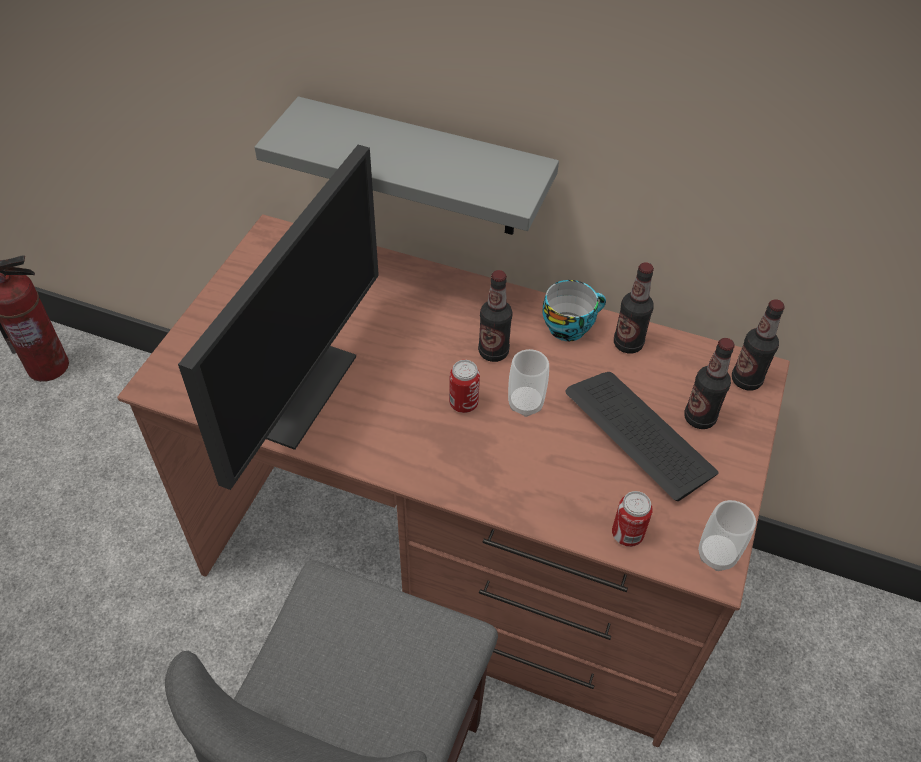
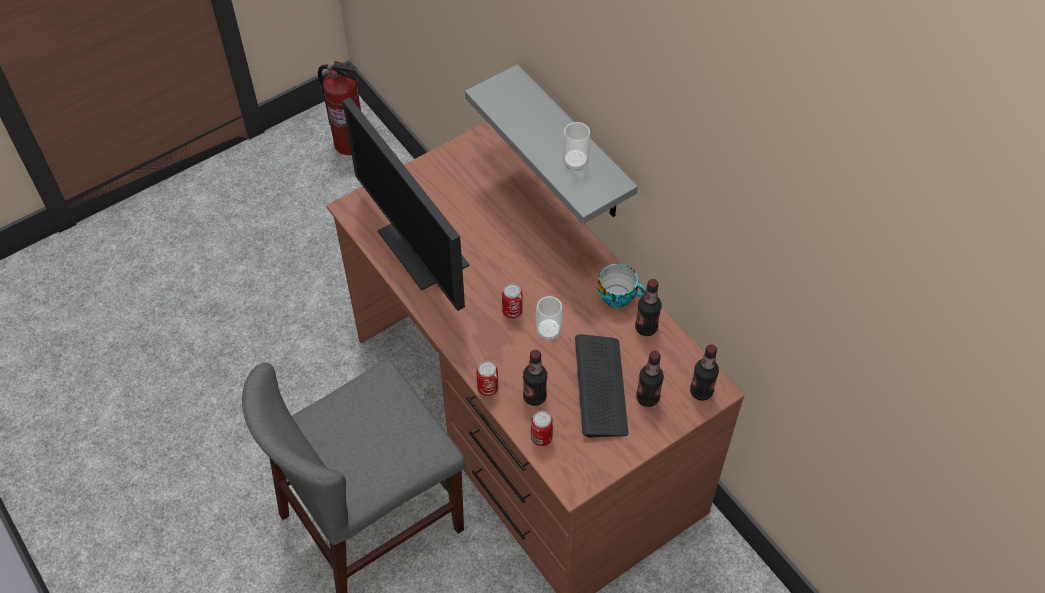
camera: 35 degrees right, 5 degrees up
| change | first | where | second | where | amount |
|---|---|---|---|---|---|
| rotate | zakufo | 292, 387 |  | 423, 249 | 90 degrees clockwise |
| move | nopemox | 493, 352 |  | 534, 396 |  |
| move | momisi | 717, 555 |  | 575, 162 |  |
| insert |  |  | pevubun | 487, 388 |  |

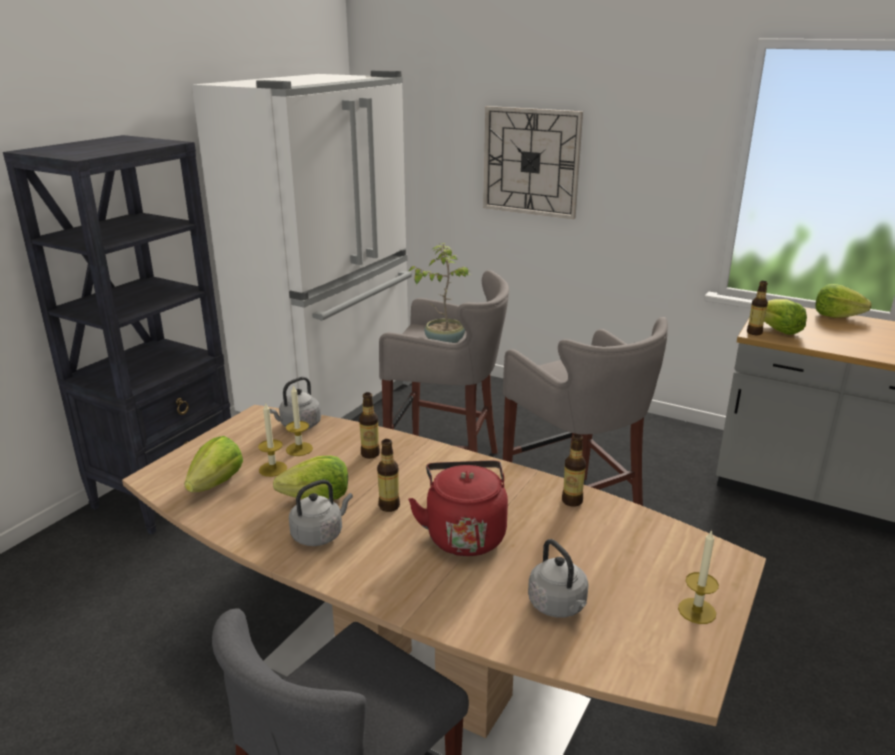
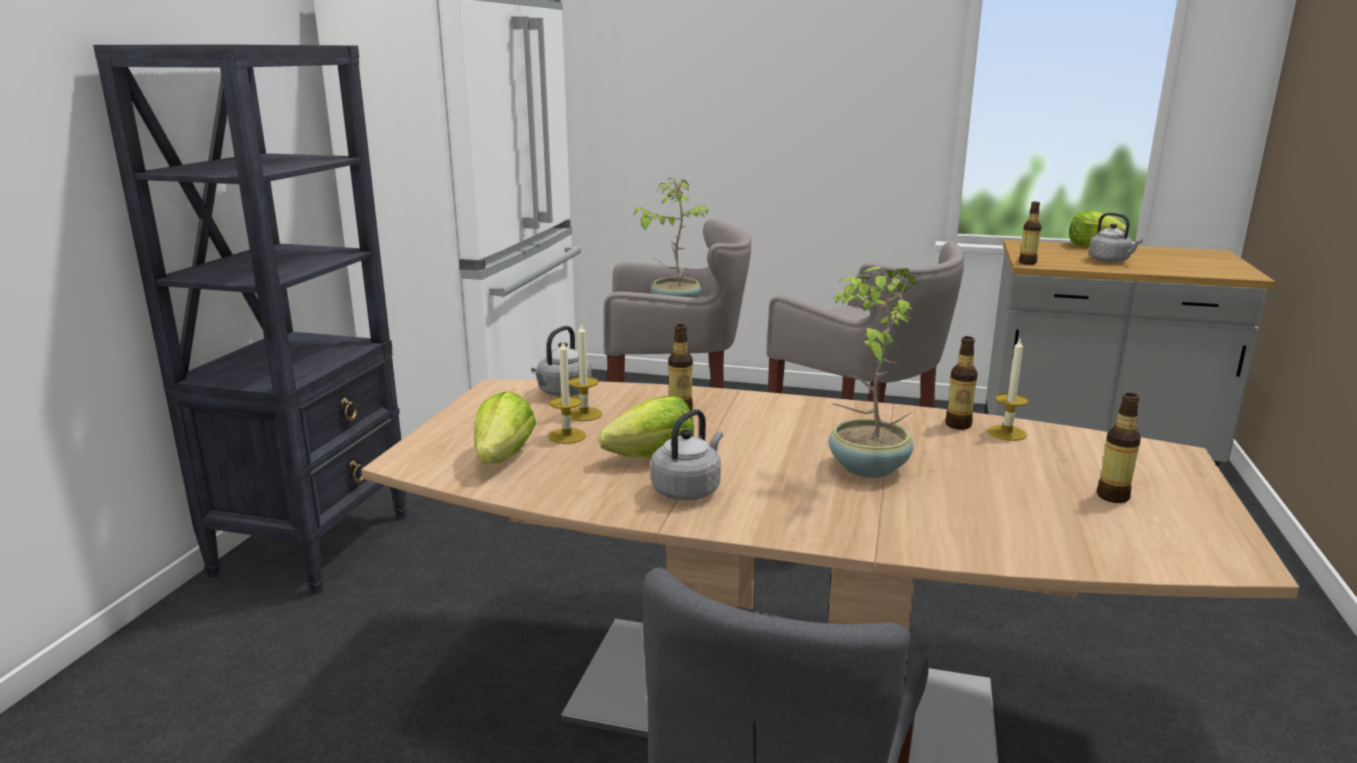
camera: 15 degrees left, 5 degrees down
| change | first | where | second | where | amount |
|---|---|---|---|---|---|
| move | nopemox | 389, 506 |  | 1112, 496 |  |
| replace | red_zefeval | 464, 534 | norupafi | 866, 468 |  |
| delete | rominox | 531, 162 |  |  |  |
| move | grey_zefeval | 559, 606 |  | 1110, 261 |  |
| move | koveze | 697, 611 |  | 1007, 433 |  |
| delete | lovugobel | 778, 330 |  |  |  |

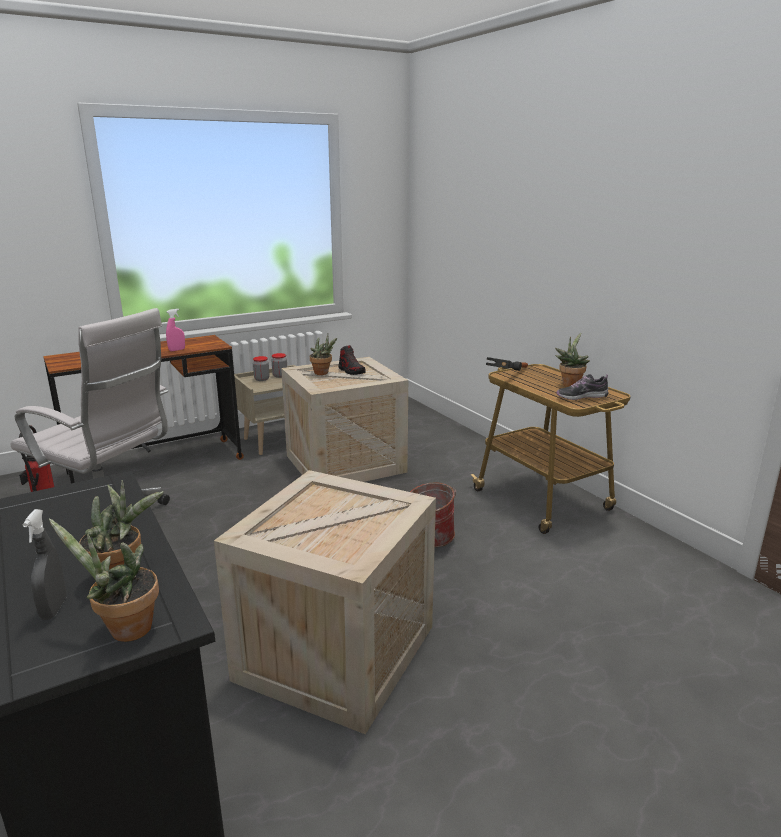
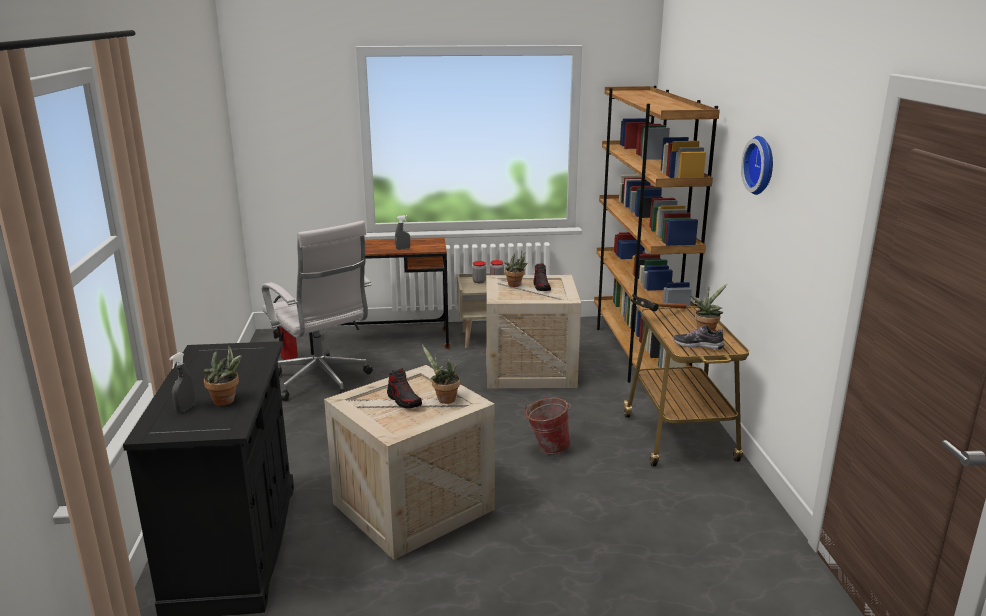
camera: 25 degrees right, 0 degrees up
| change | first | where | second | where | amount |
|---|---|---|---|---|---|
| move | norupafi | 124, 630 |  | 443, 399 |  |
| recolor | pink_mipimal | 177, 350 | grey_mipimal | 403, 249 |  |
| insert |  |  | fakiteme | 404, 400 |  |
| insert |  |  | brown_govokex | 637, 353 |  |
| insert |  |  | rominox | 762, 165 |  |

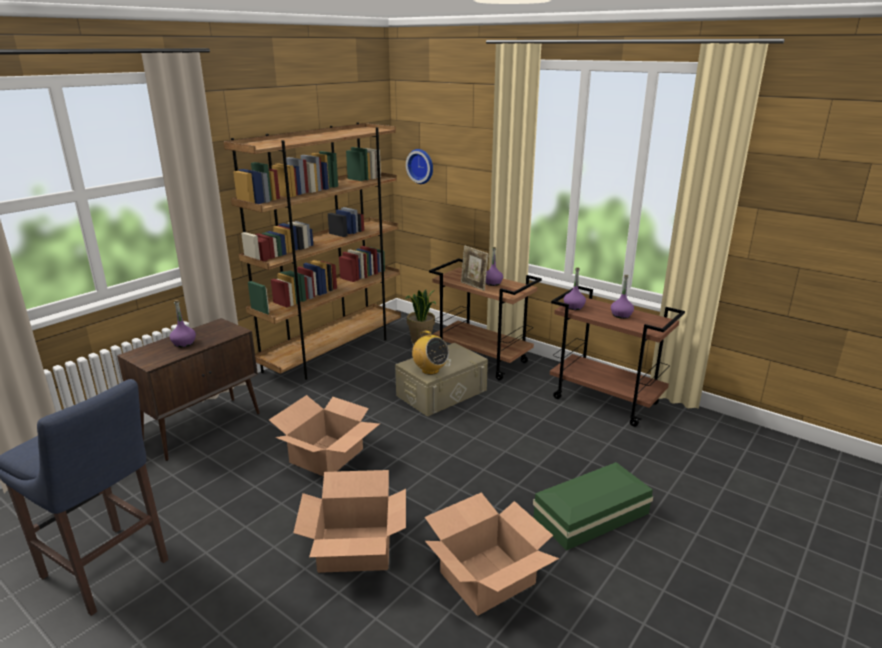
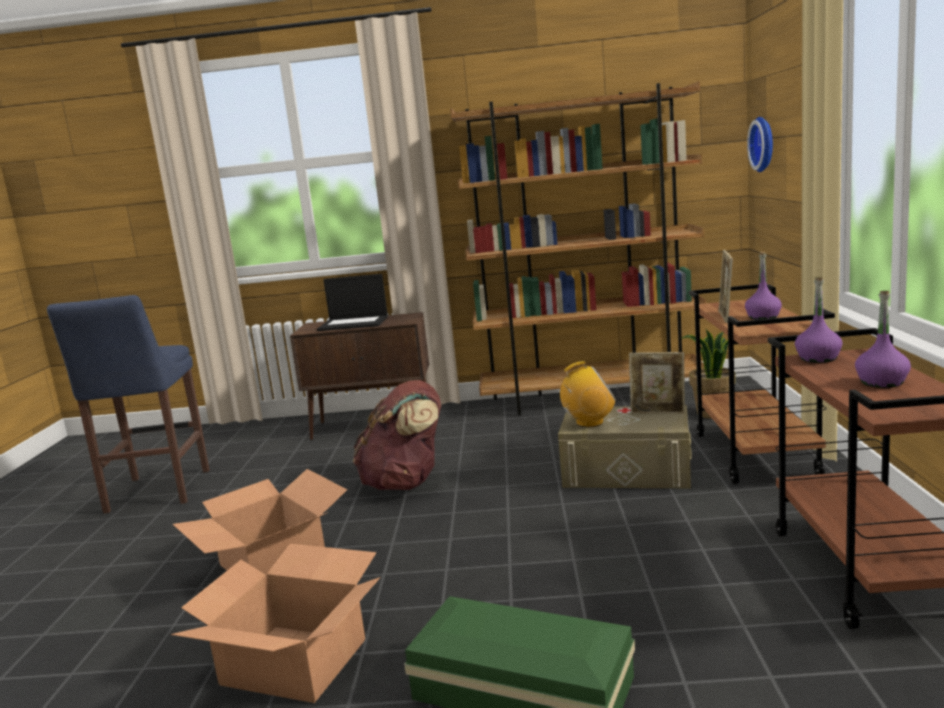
camera: 55 degrees right, 10 degrees down
| change | first | where | second | where | amount |
|---|---|---|---|---|---|
| replace | purple_nopemox | 184, 343 | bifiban | 354, 323 |  |
| replace | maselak | 327, 456 | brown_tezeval | 406, 483 |  |
| rotate | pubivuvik | 430, 370 |  | 589, 423 | 105 degrees counterclockwise |
| insert |  |  | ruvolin | 658, 413 |  |

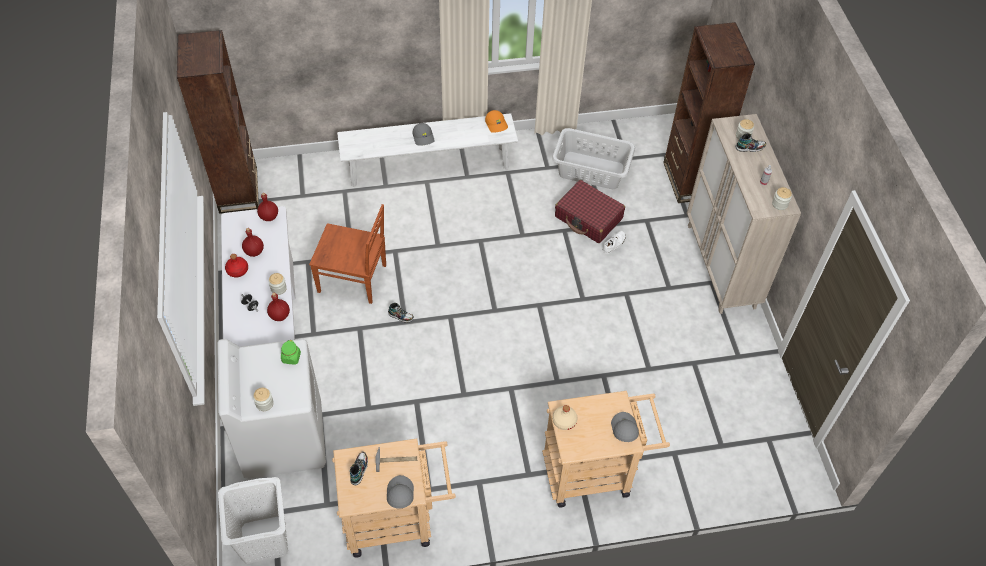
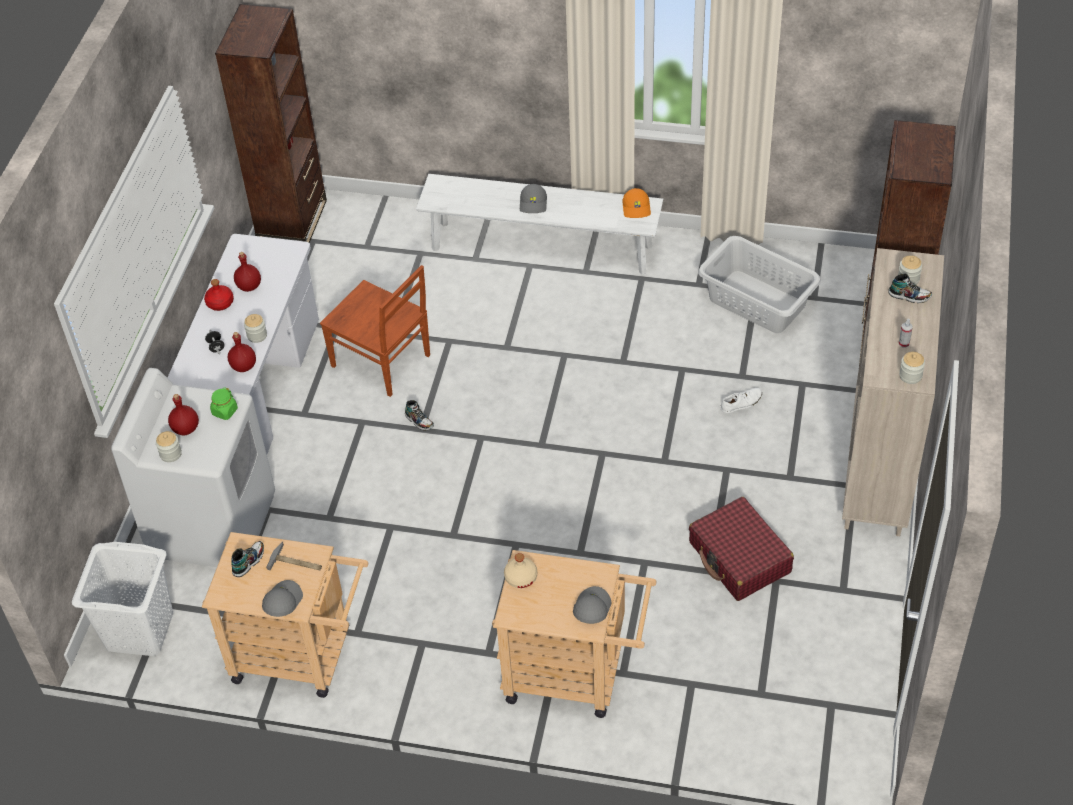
camera: 25 degrees right, 5 degrees down
| change | first | where | second | where | amount |
|---|---|---|---|---|---|
| move | red_nopemox | 269, 217 |  | 185, 429 |  |
| move | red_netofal | 588, 218 |  | 739, 558 |  |

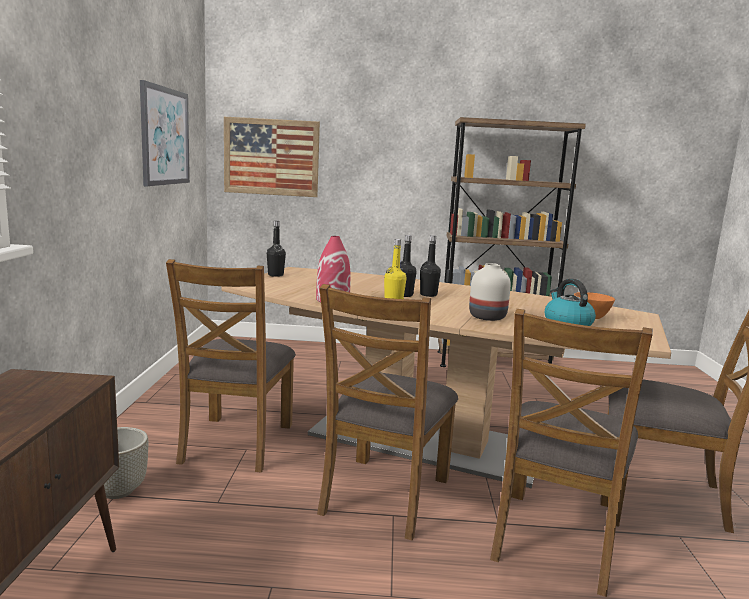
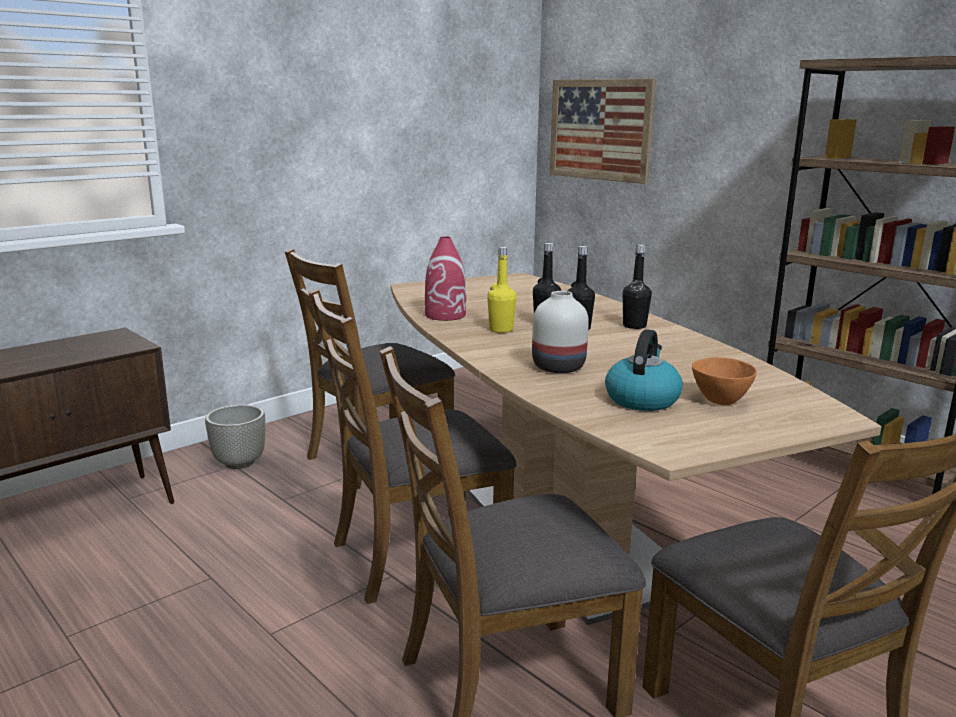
camera: 45 degrees right, 5 degrees up
| change | first | where | second | where | amount |
|---|---|---|---|---|---|
| delete | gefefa | 165, 136 |  |  |  |
| move | black_nopemox | 275, 275 |  | 634, 326 |  |

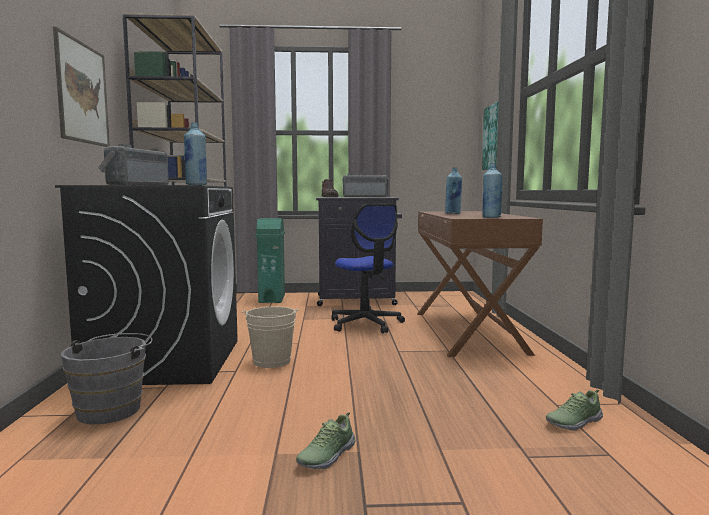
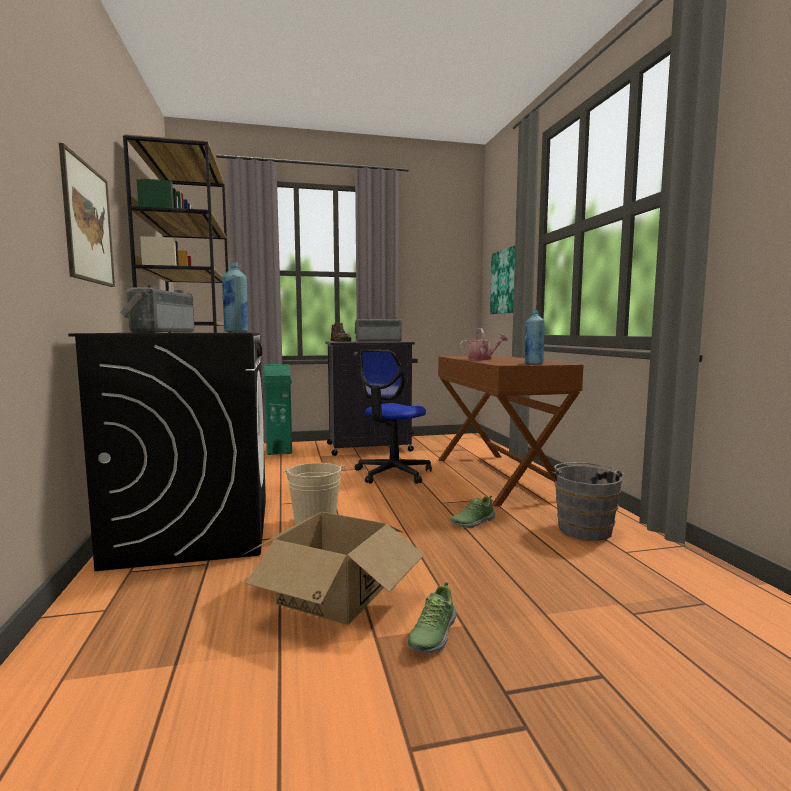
camera: 10 degrees left, 0 degrees up
| change | first | where | second | where | amount |
|---|---|---|---|---|---|
| move | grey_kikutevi | 113, 409 |  | 584, 528 |  |
| rotate | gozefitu | 366, 324 |  | 393, 474 | 75 degrees clockwise |
| replace | blue_nopemox | 453, 214 | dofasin | 483, 359 |  |
| move | fakiteme | 573, 422 |  | 472, 522 |  |
| insert |  |  | maselak | 333, 594 |  |

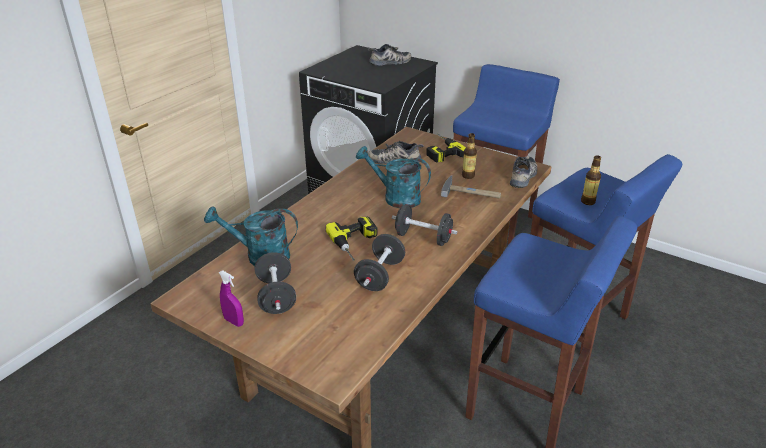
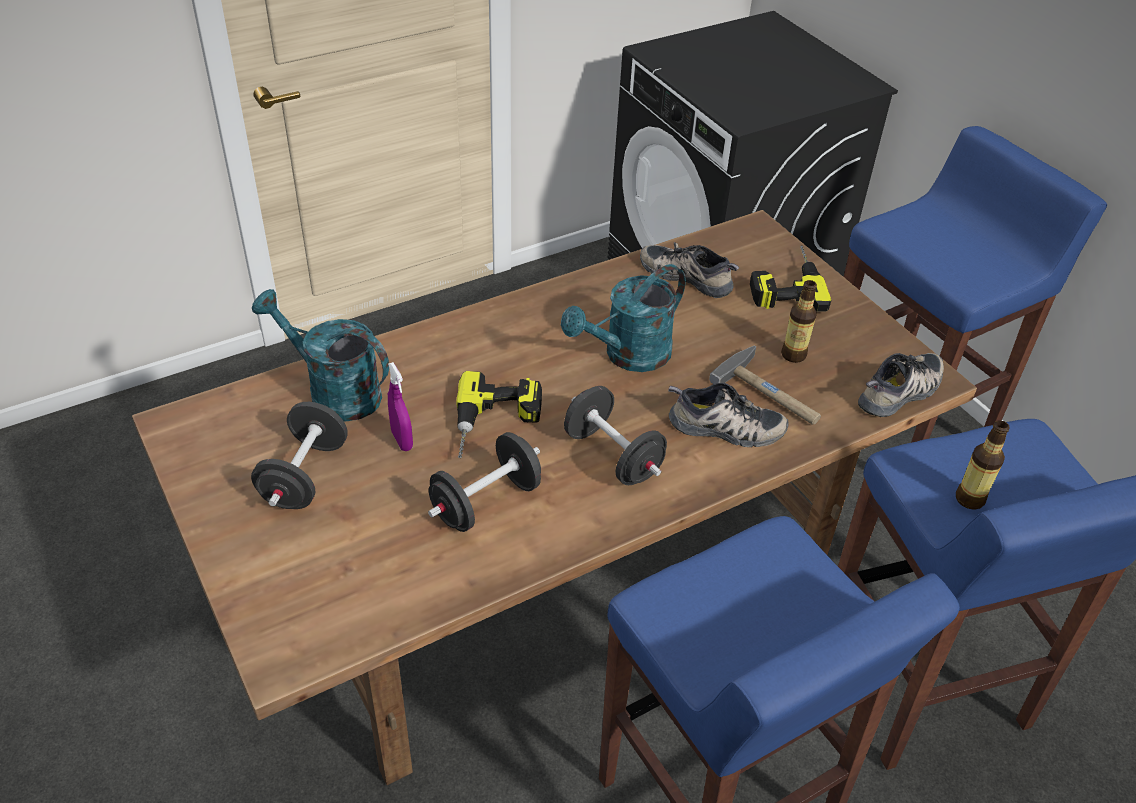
camera: 25 degrees right, 10 degrees up
| change | first | where | second | where | amount |
|---|---|---|---|---|---|
| move | purple_mipimal | 234, 321 |  | 402, 440 |  |
| rotate | turquoise_dofasin | 395, 197 |  | 628, 356 | 90 degrees counterclockwise |
| move | fakiteme | 390, 62 |  | 725, 429 |  |

